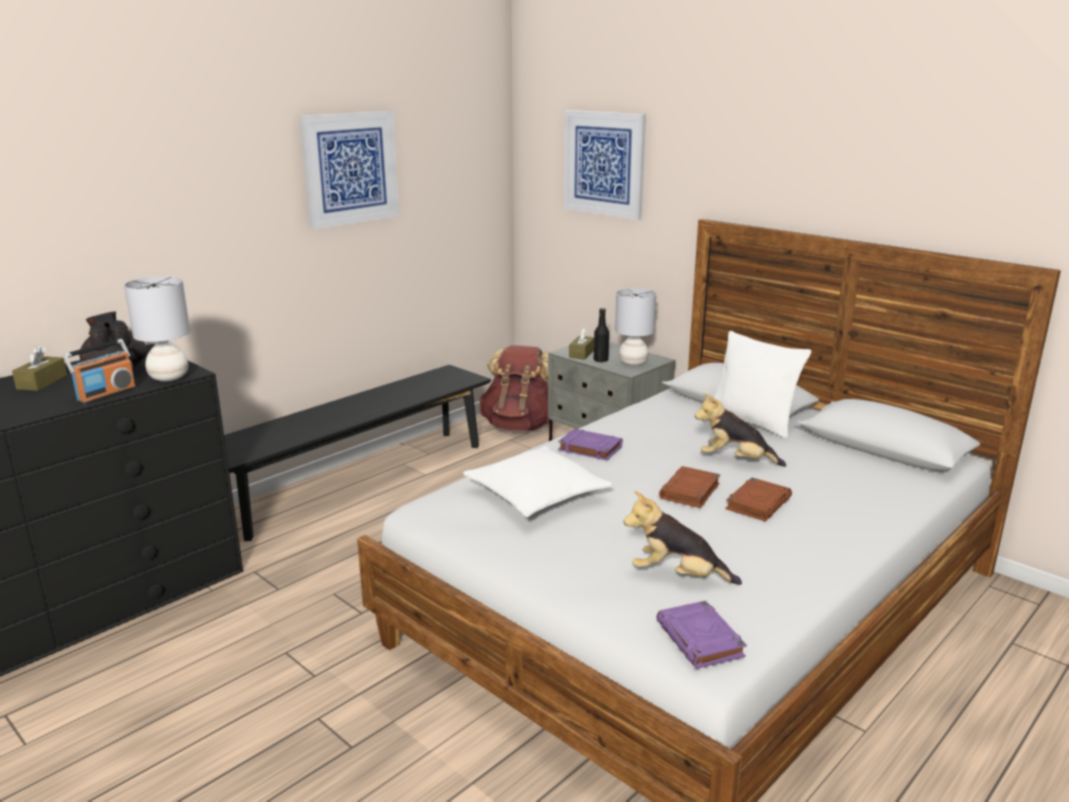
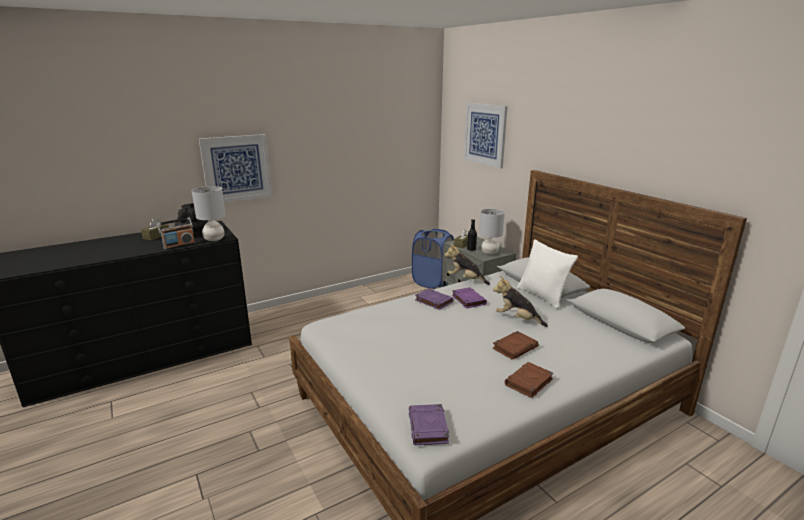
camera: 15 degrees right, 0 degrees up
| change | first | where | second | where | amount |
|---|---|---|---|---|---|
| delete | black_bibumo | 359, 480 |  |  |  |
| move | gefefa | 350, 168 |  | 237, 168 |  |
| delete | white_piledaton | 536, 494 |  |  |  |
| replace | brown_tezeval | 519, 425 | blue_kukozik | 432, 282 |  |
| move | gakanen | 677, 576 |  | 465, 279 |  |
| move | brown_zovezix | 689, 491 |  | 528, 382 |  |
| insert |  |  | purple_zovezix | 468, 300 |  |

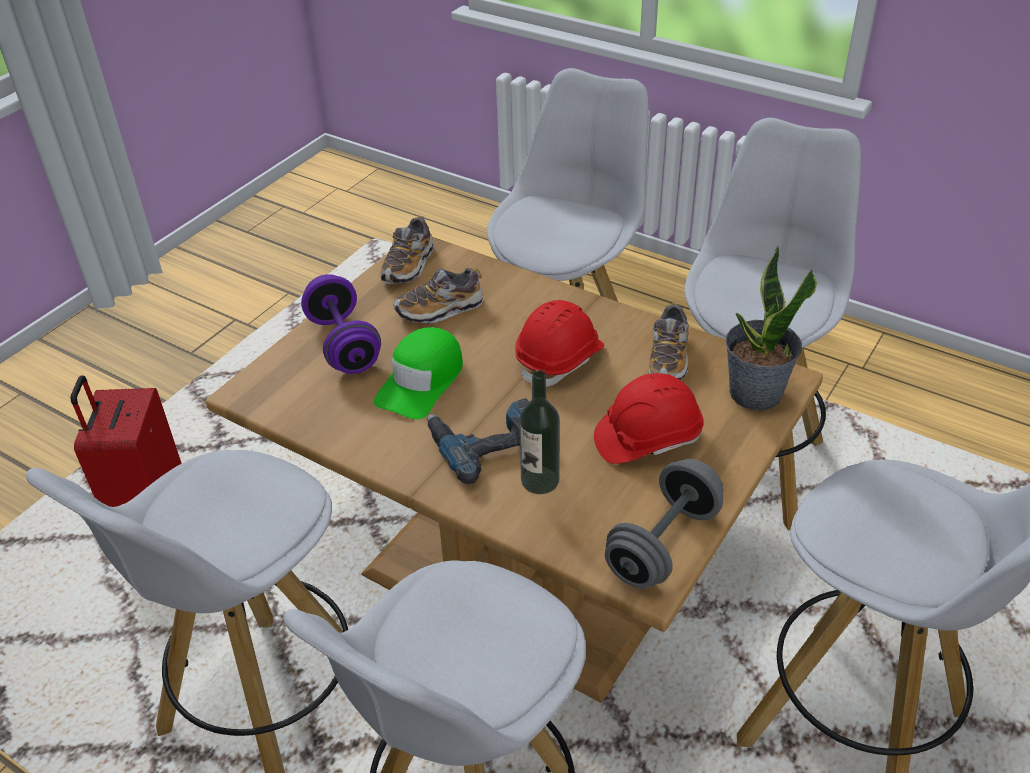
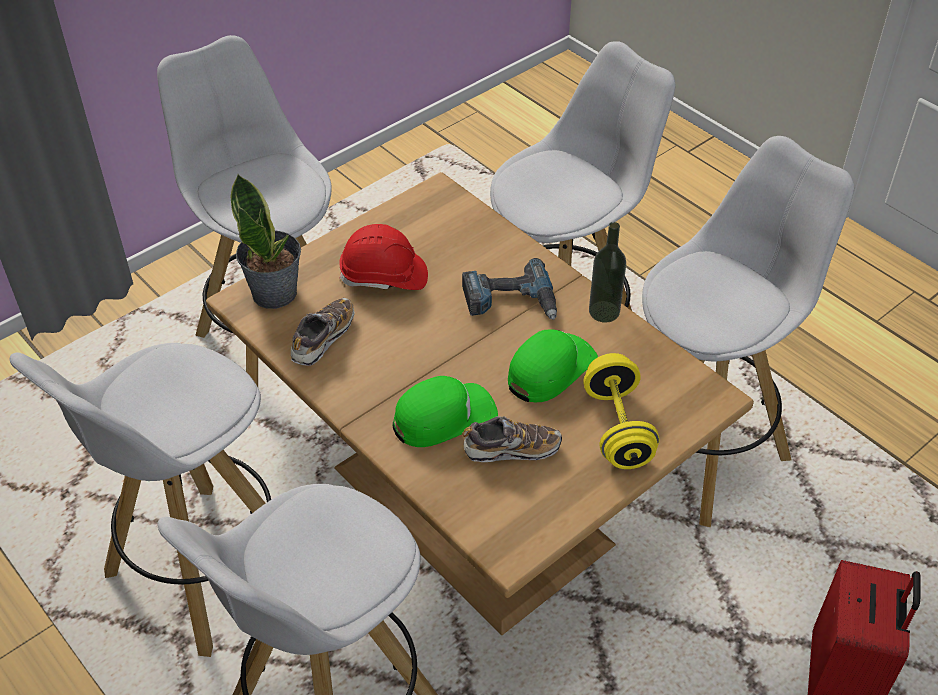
camera: 165 degrees left, 5 degrees up
| change | first | where | second | where | amount |
|---|---|---|---|---|---|
| recolor | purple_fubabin | 344, 344 | yellow_fubabin | 617, 428 |  |
| delete | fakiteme | 408, 266 |  |  |  |
| delete | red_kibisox | 560, 359 |  |  |  |
| move | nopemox | 540, 480 |  | 604, 311 |  |
| delete | grey_fubabin | 663, 544 |  |  |  |
| insert |  |  | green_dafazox | 444, 417 |  |

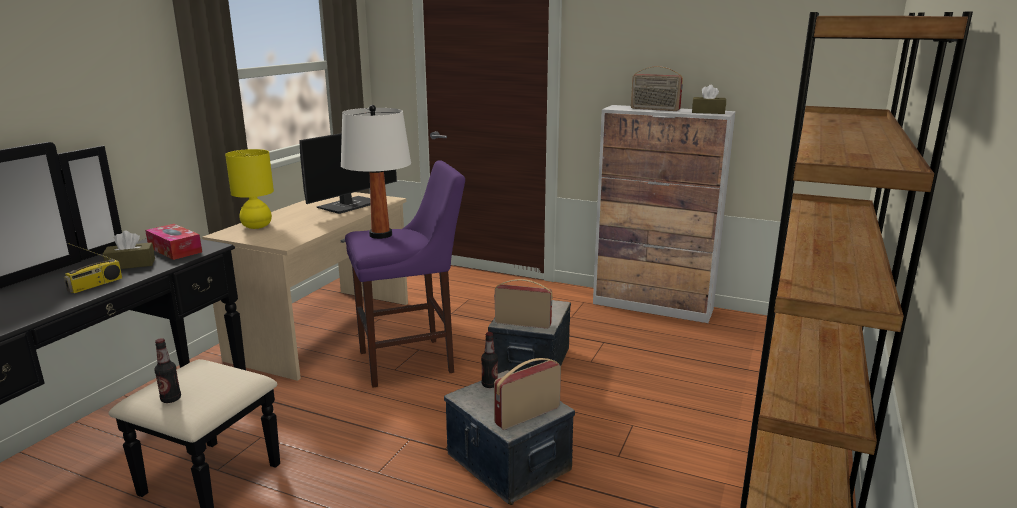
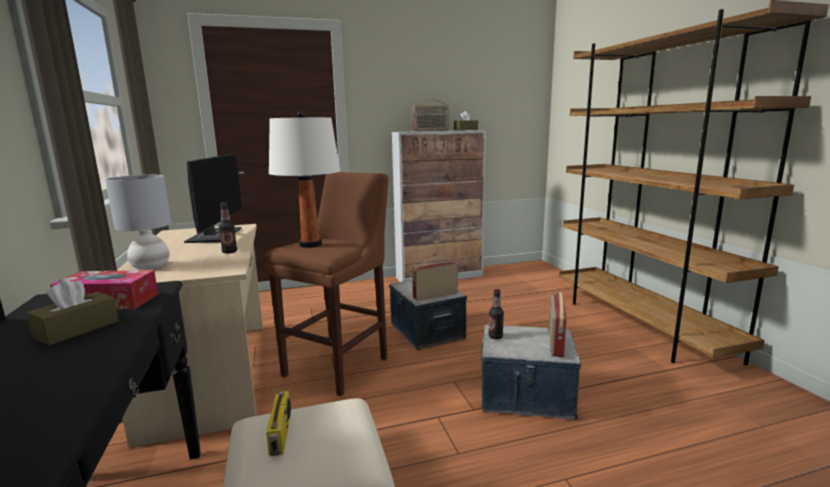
camera: 40 degrees left, 5 degrees down
| change | first | where | second | where | amount |
|---|---|---|---|---|---|
| move | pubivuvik | 95, 285 |  | 281, 433 |  |
| move | nopemox | 171, 399 |  | 229, 252 |  |
| recolor | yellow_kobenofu | 256, 226 | grey_kobenofu | 150, 267 |  |
| recolor | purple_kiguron | 411, 361 | brown_kiguron | 340, 364 |  |

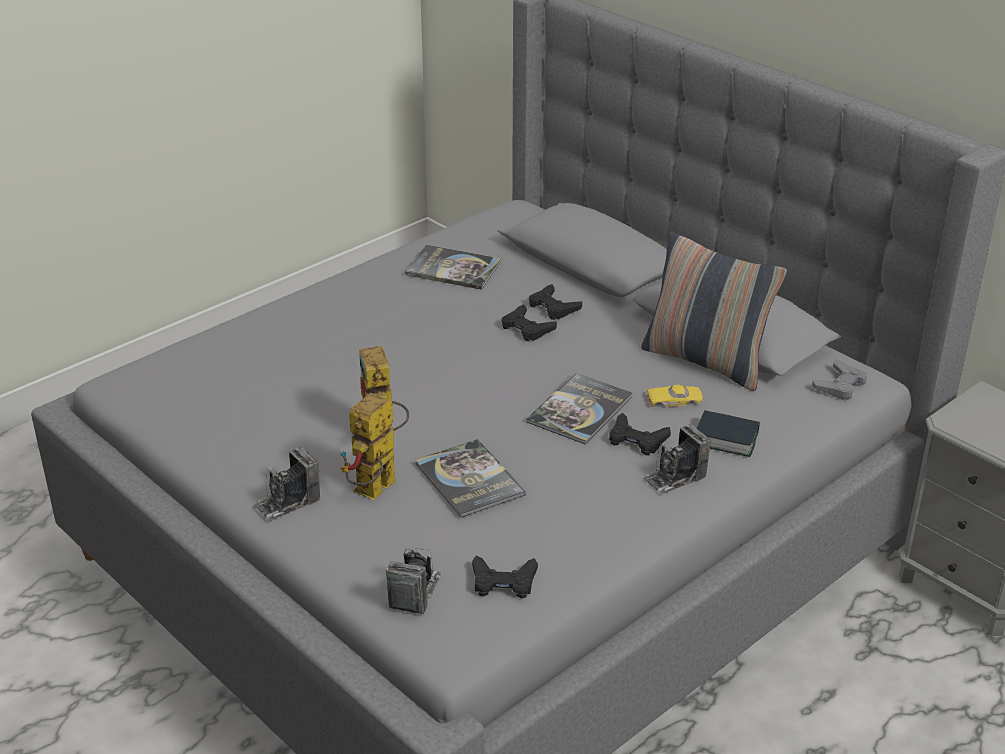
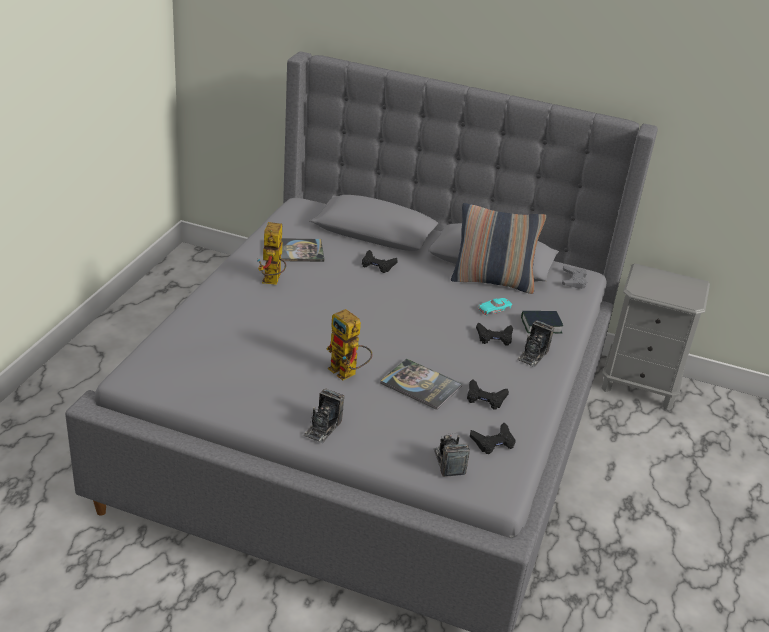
camera: 30 degrees left, 0 degrees up
| change | first | where | second | where | amount |
|---|---|---|---|---|---|
| move | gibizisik | 372, 493 |  | 273, 281 |  |
| move | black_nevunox | 526, 328 |  | 485, 398 |  |
| delete | zovezix | 580, 410 |  |  |  |
| recolor | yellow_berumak | 674, 400 | turquoise_berumak | 494, 308 |  |

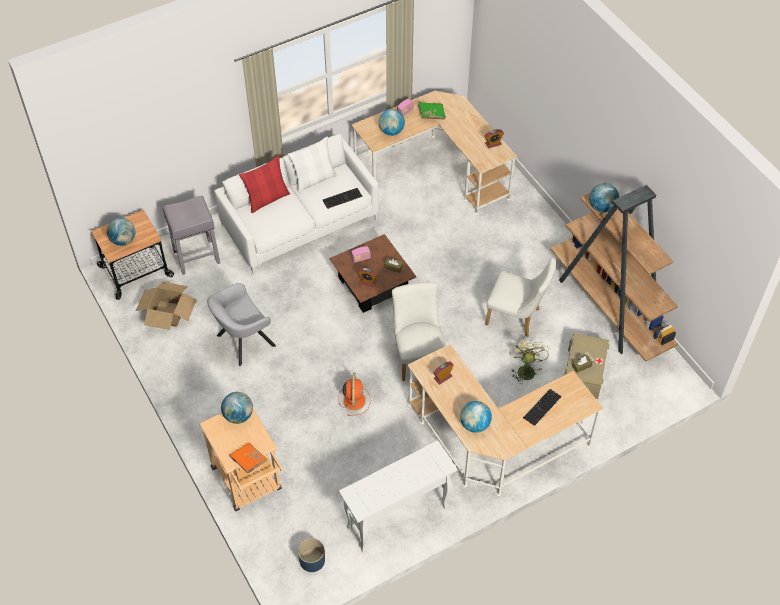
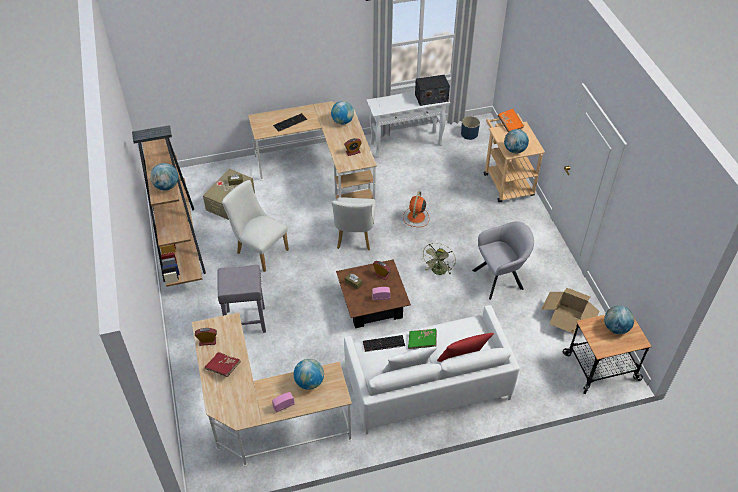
camera: 165 degrees left, 5 degrees down
| change | first | where | second | where | amount |
|---|---|---|---|---|---|
| move | grey_kiguron | 196, 257 |  | 247, 321 |  |
| move | green_zovezix | 431, 114 |  | 422, 342 |  |
| move | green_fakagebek | 525, 369 |  | 438, 272 |  |
| insert |  |  | red_zovezix | 223, 367 |  |
| insert |  |  | pubivuvik | 431, 98 |  |

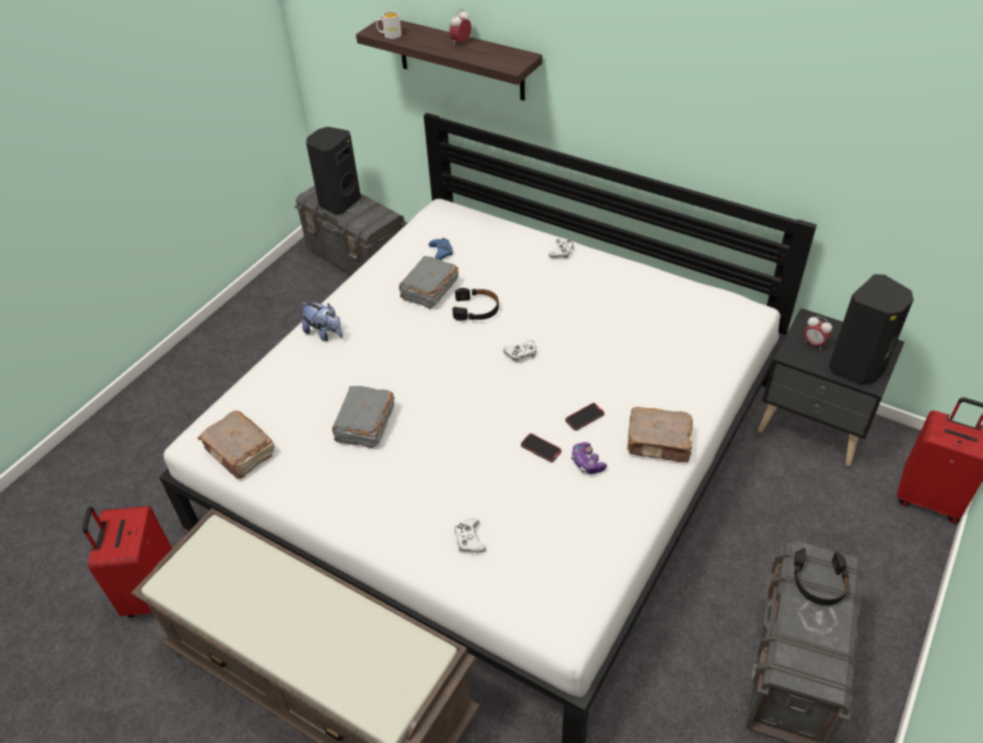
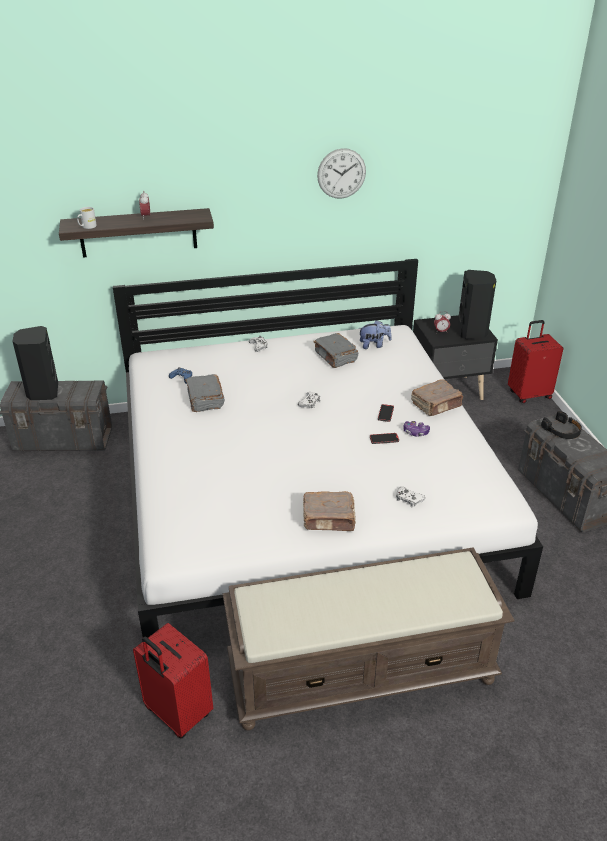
camera: 45 degrees left, 10 degrees down
| change | first | where | second | where | amount |
|---|---|---|---|---|---|
| move | brown_zovezix | 240, 453 |  | 329, 519 |  |
| move | gakanen | 325, 333 |  | 374, 345 |  |
| move | grey_zovezix | 365, 425 |  | 335, 357 |  |
| delete | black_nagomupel | 476, 309 |  |  |  |
| insert |  |  | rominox | 341, 173 |  |

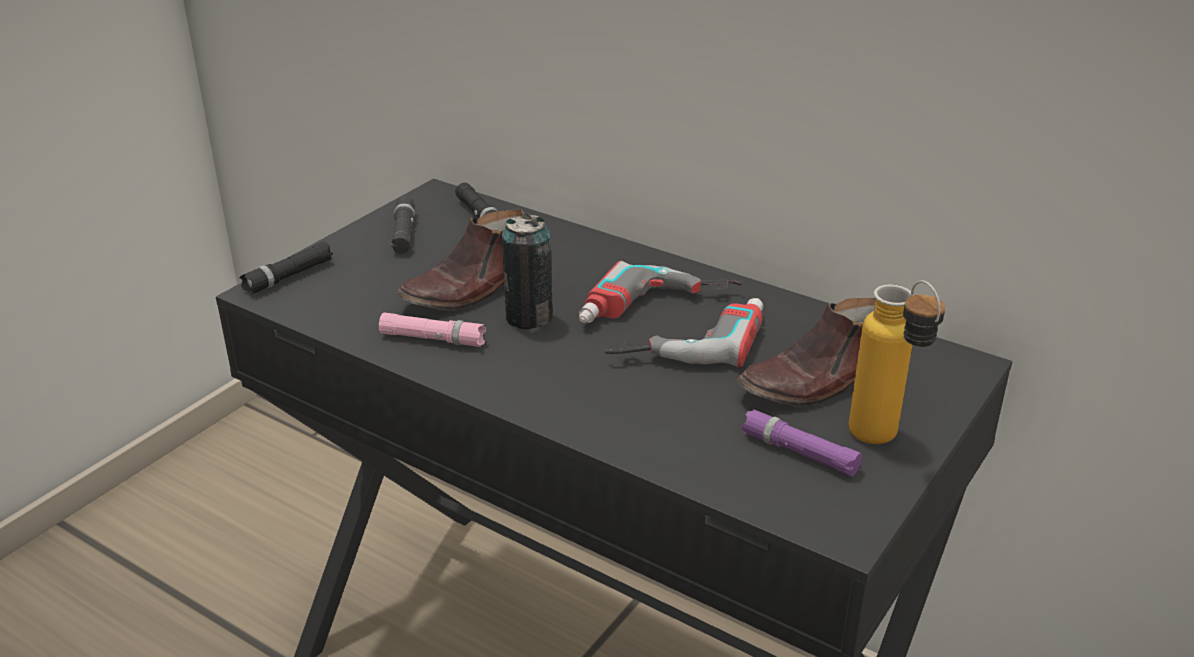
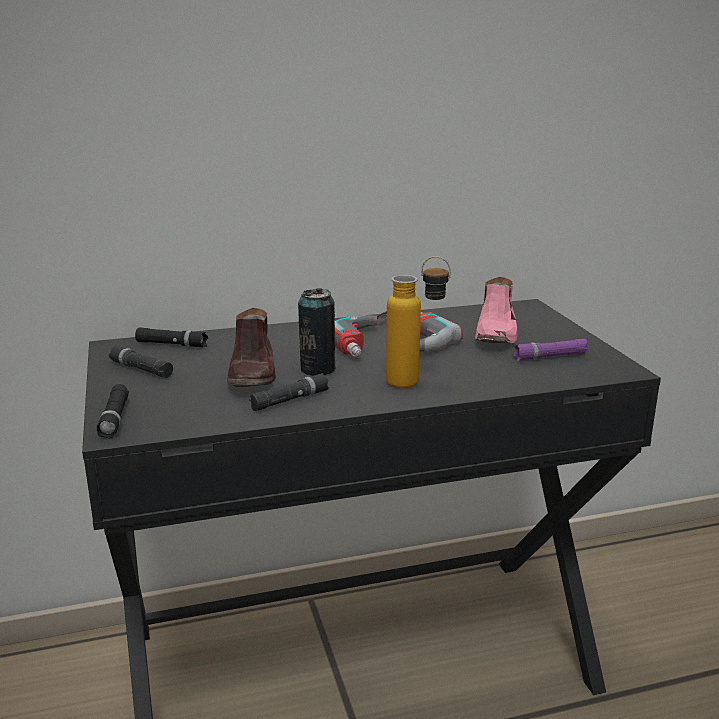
camera: 50 degrees left, 10 degrees down
| change | first | where | second | where | amount |
|---|---|---|---|---|---|
| recolor | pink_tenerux | 433, 338 | black_tenerux | 290, 400 |  |
| recolor | brown_fakiteme | 818, 381 | pink_fakiteme | 496, 333 |  |
| move | nopemox | 884, 443 |  | 415, 384 |  |

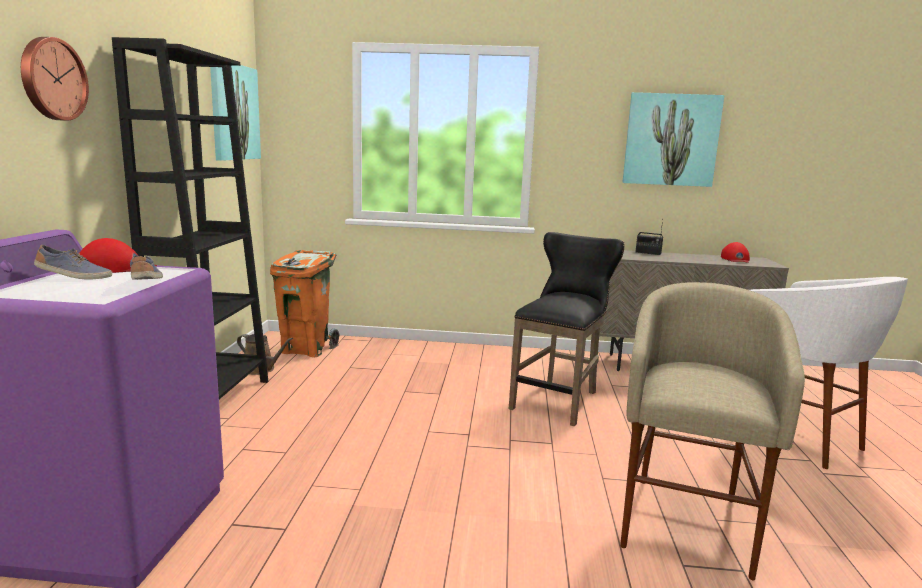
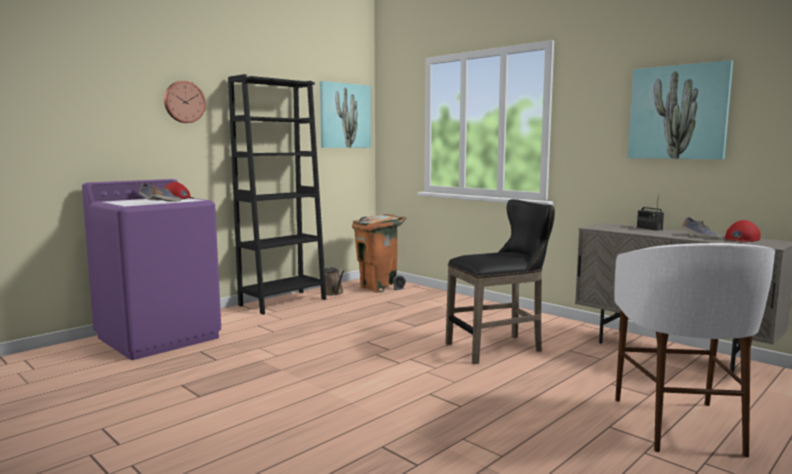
camera: 40 degrees right, 5 degrees down
| change | first | where | second | where | amount |
|---|---|---|---|---|---|
| delete | beige_kiguron | 685, 523 |  |  |  |
| insert |  |  | fakiteme | 699, 236 |  |

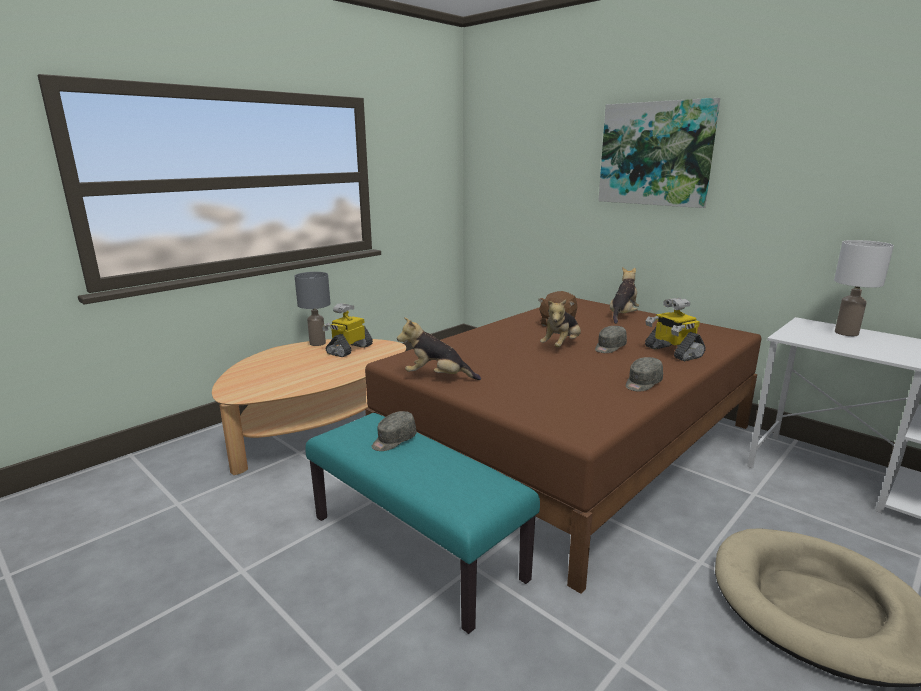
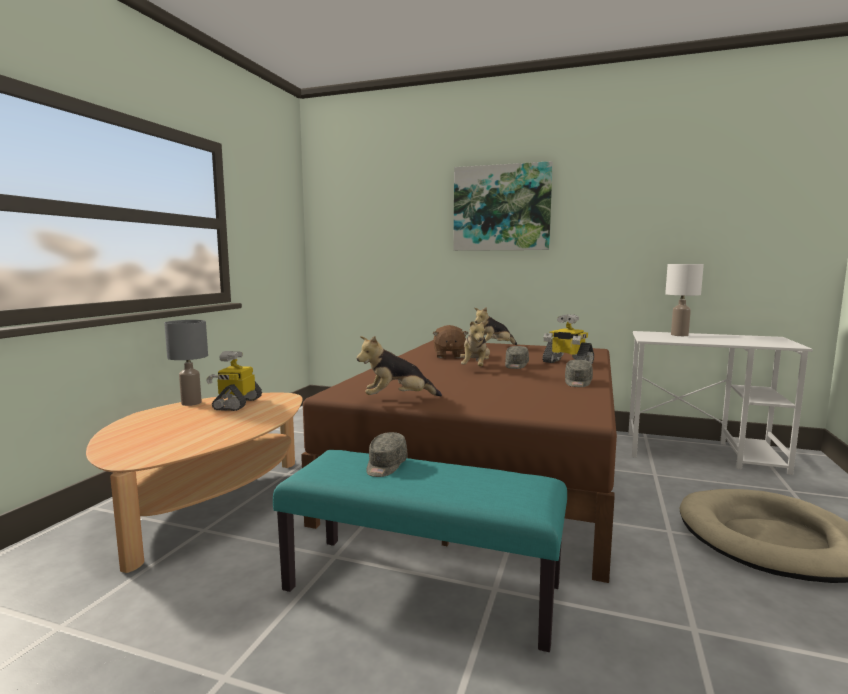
camera: 25 degrees left, 10 degrees down
| change | first | where | second | where | amount |
|---|---|---|---|---|---|
| rotate | gakanen | 622, 315 |  | 493, 347 | 120 degrees counterclockwise |

